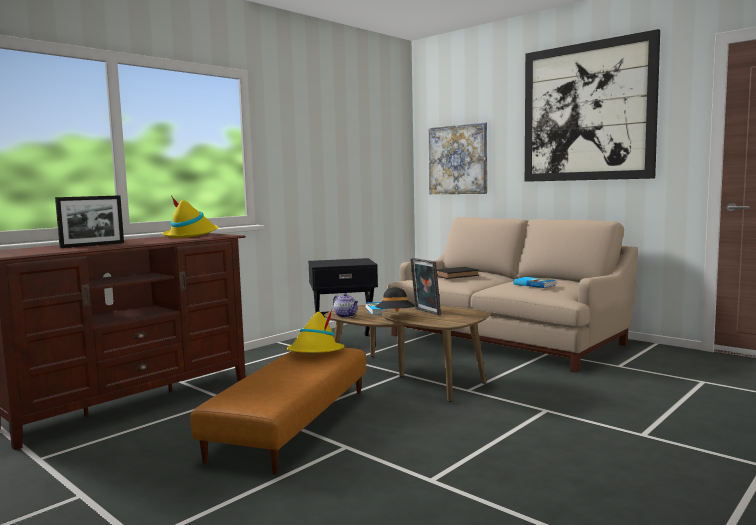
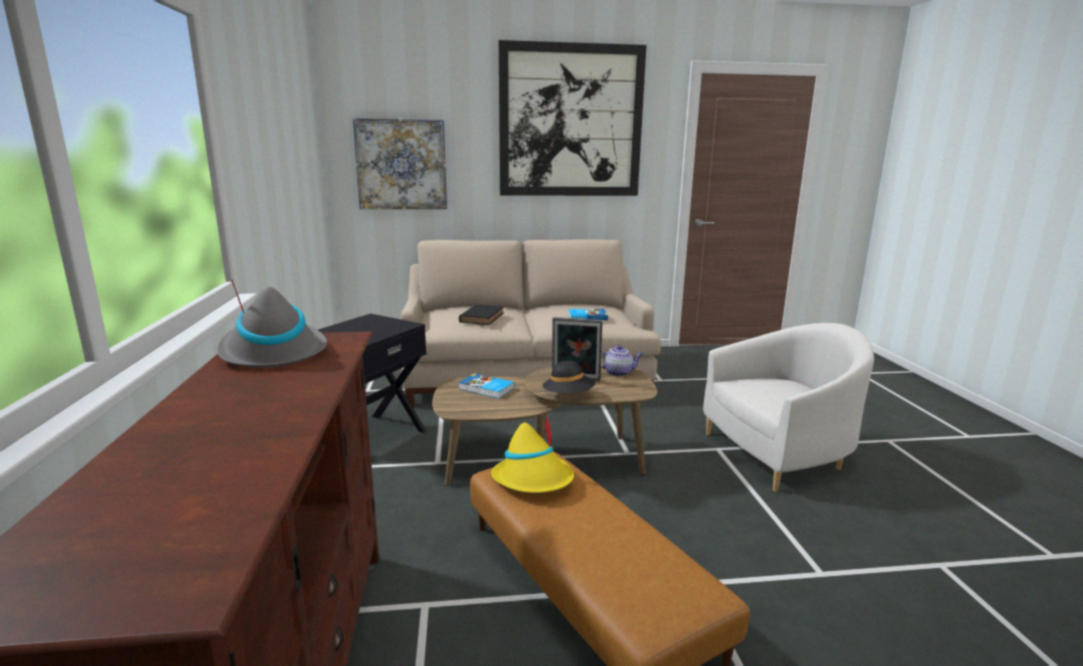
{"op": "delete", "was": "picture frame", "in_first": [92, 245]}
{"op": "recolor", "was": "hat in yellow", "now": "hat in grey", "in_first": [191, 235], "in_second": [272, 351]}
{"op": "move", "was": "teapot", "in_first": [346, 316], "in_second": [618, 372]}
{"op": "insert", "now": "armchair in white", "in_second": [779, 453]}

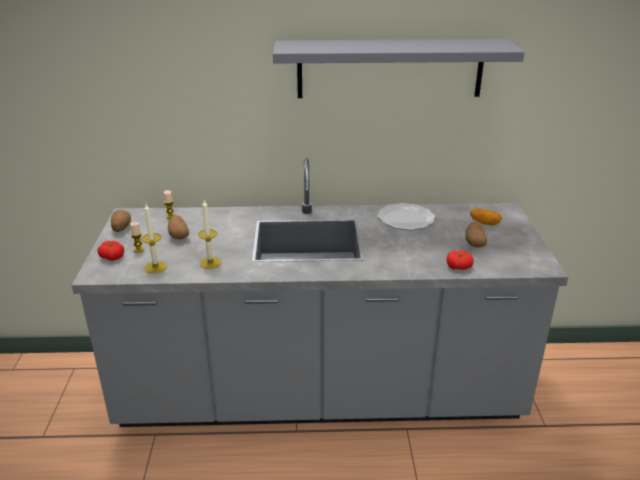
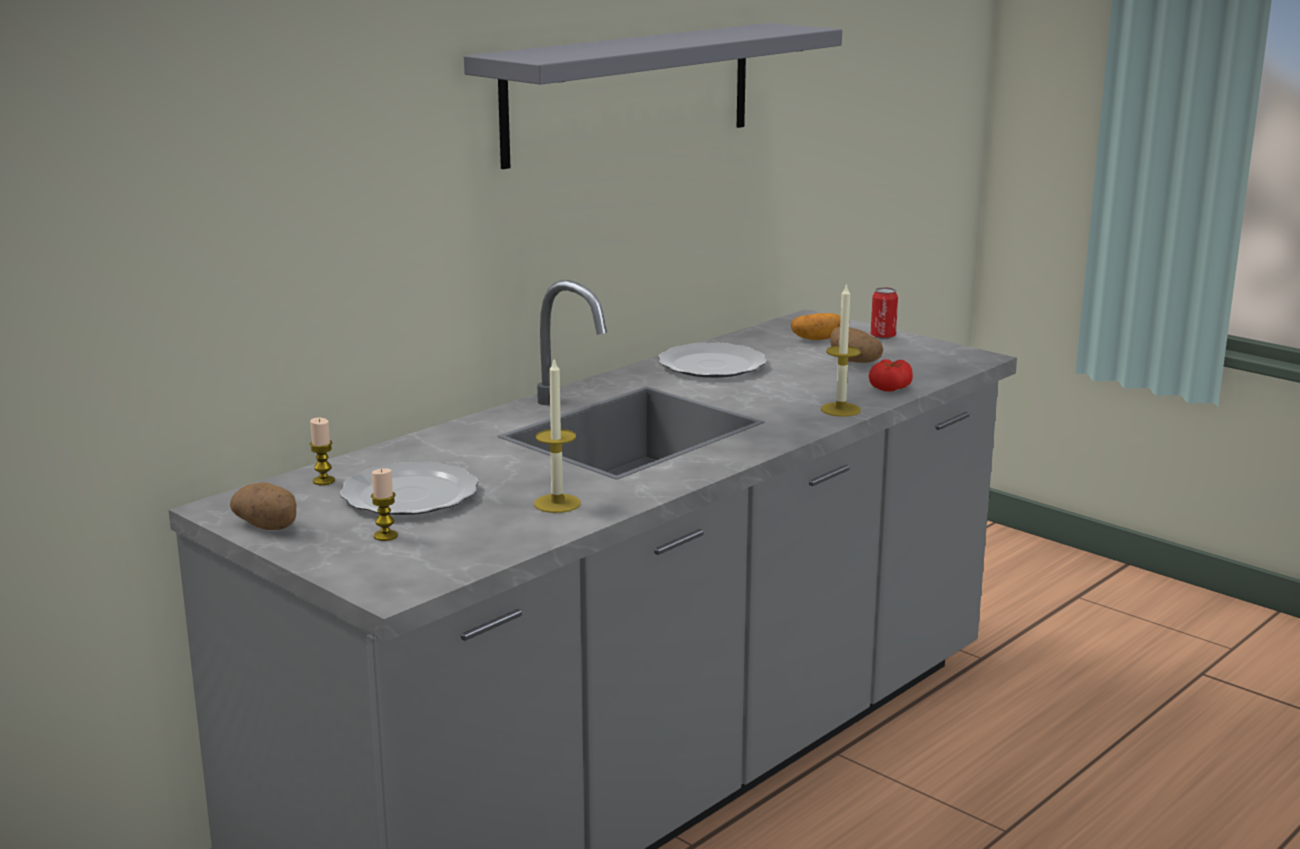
{"op": "delete", "was": "tomato", "in_first": [112, 256]}
{"op": "move", "was": "candle", "in_first": [155, 267], "in_second": [840, 409]}
{"op": "replace", "was": "potato", "now": "plate", "in_first": [178, 235], "in_second": [410, 496]}
{"op": "insert", "now": "can", "in_second": [883, 336]}

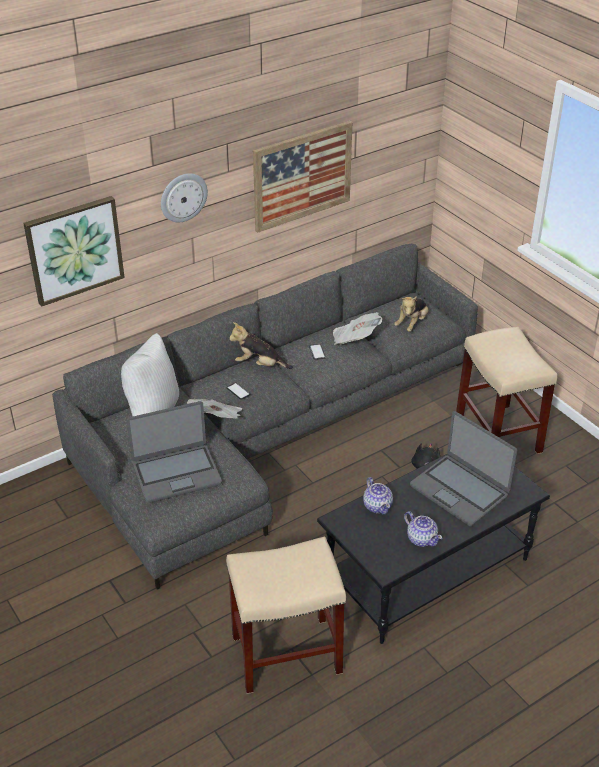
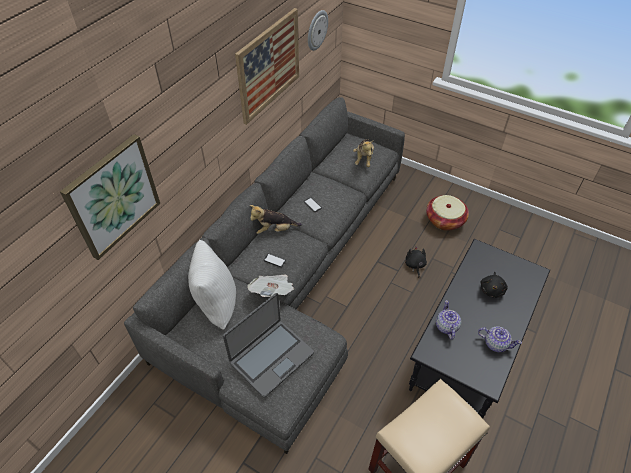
{"op": "move", "was": "wall clock", "in_first": [183, 197], "in_second": [316, 30]}
{"op": "delete", "was": "newspaper", "in_first": [355, 339]}
{"op": "rotate", "was": "teapot", "in_first": [377, 506], "in_second": [446, 327], "clockwise": -135}
{"op": "replace", "was": "laptop", "now": "plush toy in black", "in_first": [459, 490], "in_second": [492, 289]}
{"op": "replace", "was": "stool in beige", "now": "basket", "in_first": [499, 434], "in_second": [445, 220]}

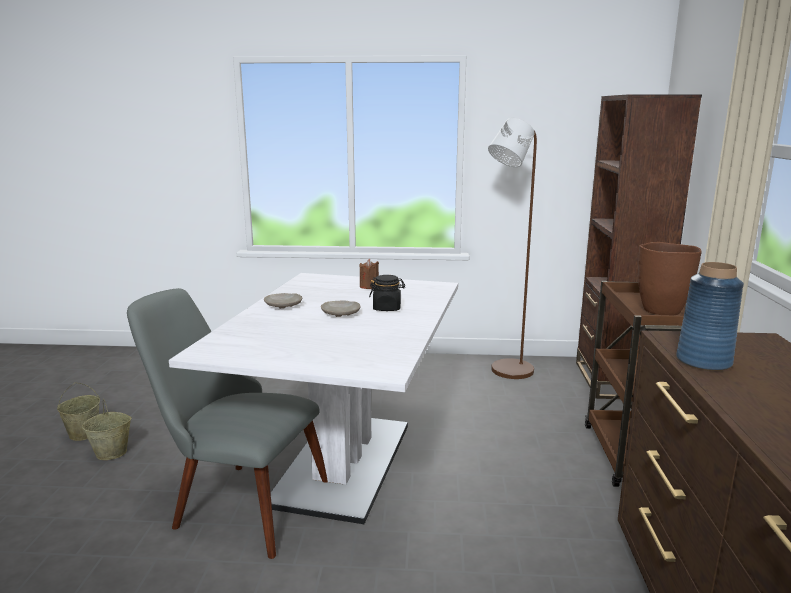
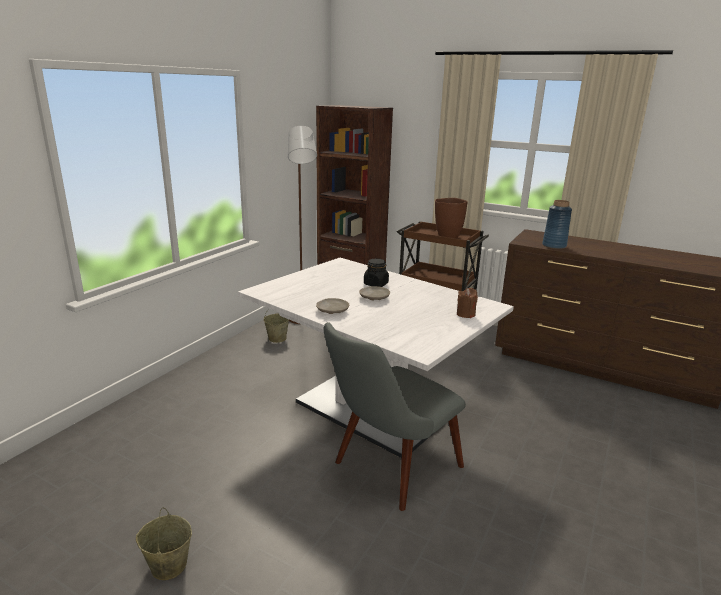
{"op": "move", "was": "bucket in beige", "in_first": [112, 452], "in_second": [277, 338]}
{"op": "move", "was": "candle in brown", "in_first": [369, 286], "in_second": [465, 314]}

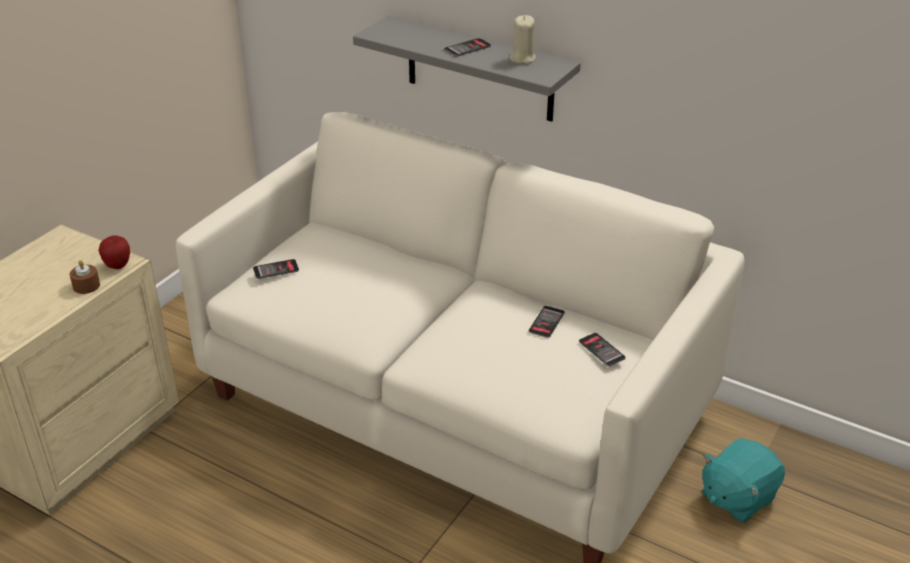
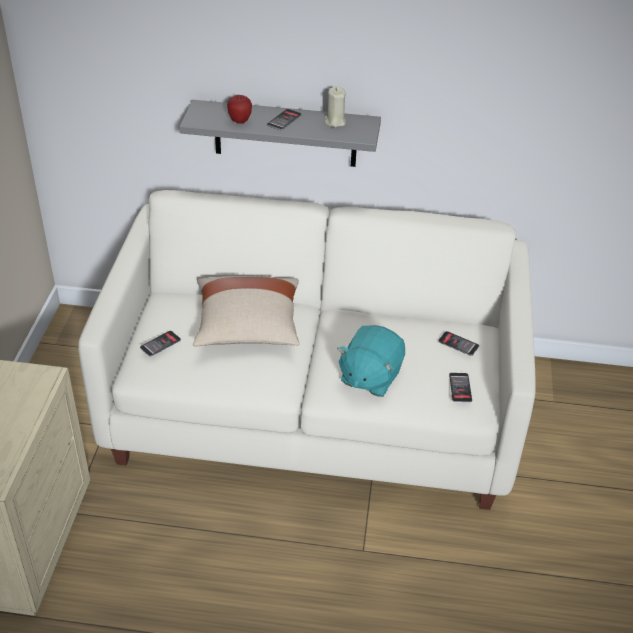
{"op": "delete", "was": "candle in brown", "in_first": [86, 286]}
{"op": "move", "was": "apple", "in_first": [118, 266], "in_second": [240, 121]}
{"op": "move", "was": "phone", "in_first": [546, 322], "in_second": [460, 388]}
{"op": "move", "was": "plush toy in turquoise", "in_first": [737, 497], "in_second": [370, 377]}
{"op": "insert", "now": "pillow in beige", "in_second": [247, 327]}

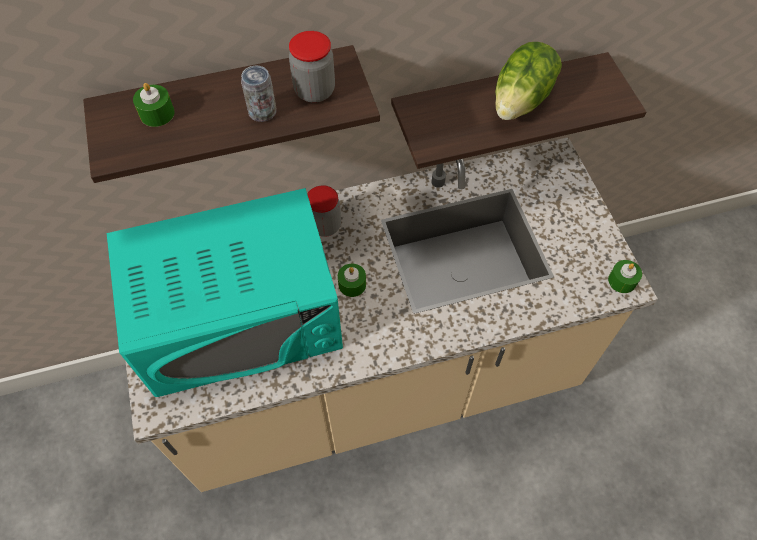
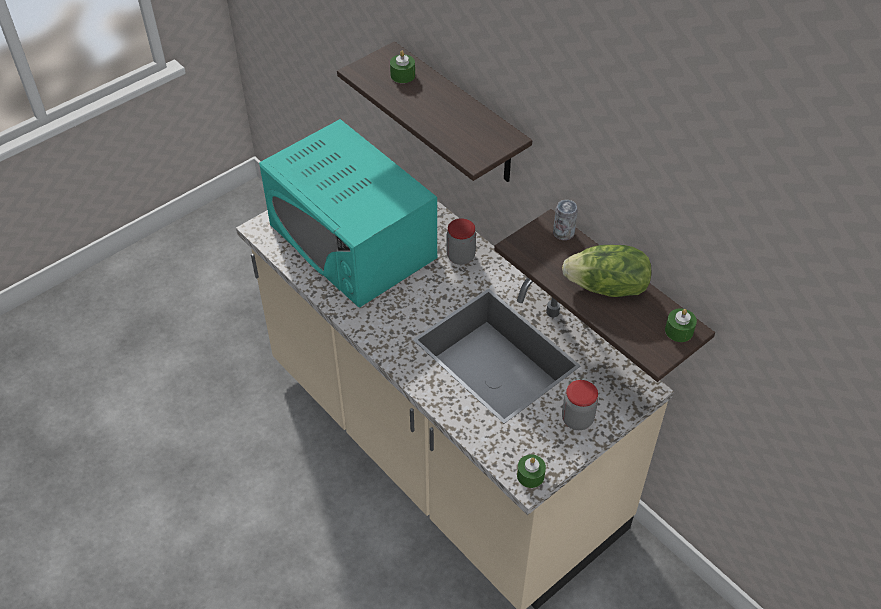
{"op": "move", "was": "can", "in_first": [262, 112], "in_second": [563, 233]}
{"op": "move", "was": "jar", "in_first": [314, 91], "in_second": [577, 419]}
{"op": "move", "was": "candle in green", "in_first": [352, 284], "in_second": [679, 331]}

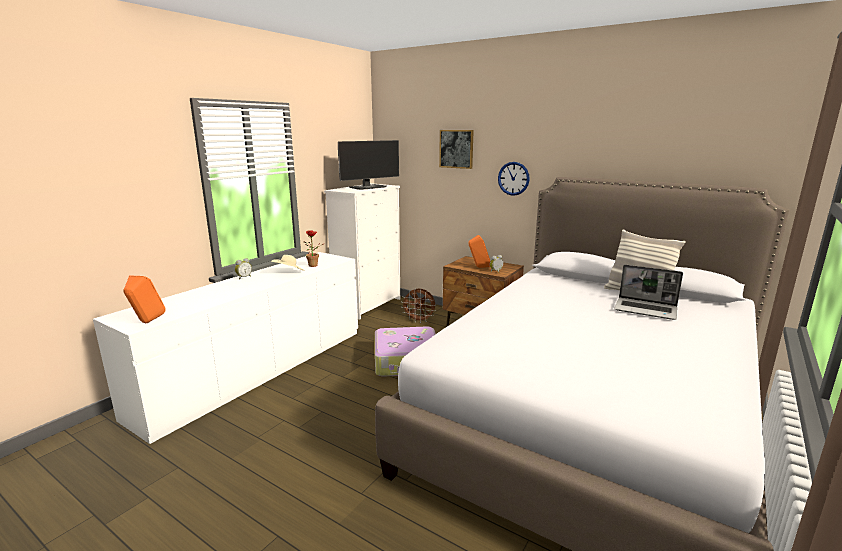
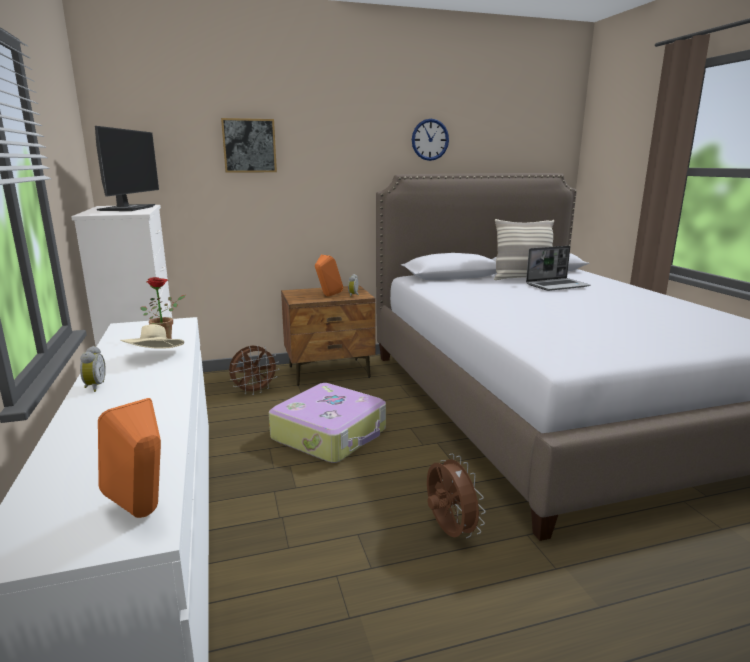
{"op": "move", "was": "wall clock", "in_first": [513, 178], "in_second": [430, 139]}
{"op": "insert", "now": "fan in brown", "in_second": [449, 532]}

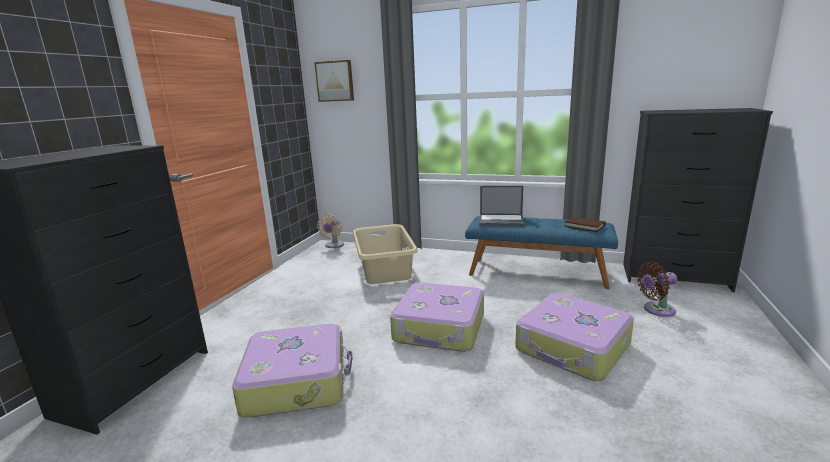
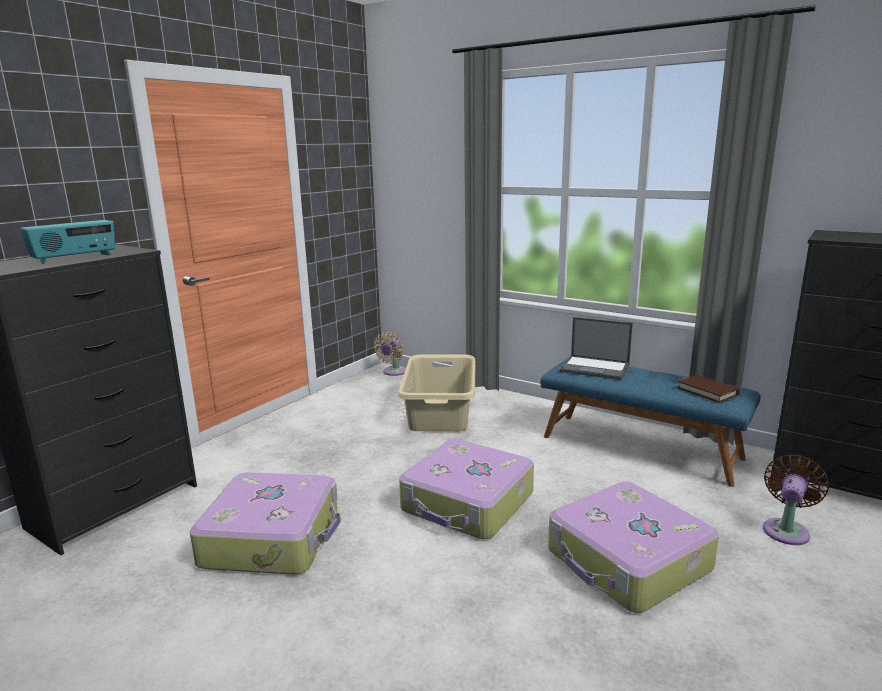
{"op": "delete", "was": "picture", "in_first": [335, 81]}
{"op": "rotate", "was": "fan in brown", "in_first": [656, 310], "in_second": [786, 529], "clockwise": 120}
{"op": "insert", "now": "radio", "in_second": [75, 258]}

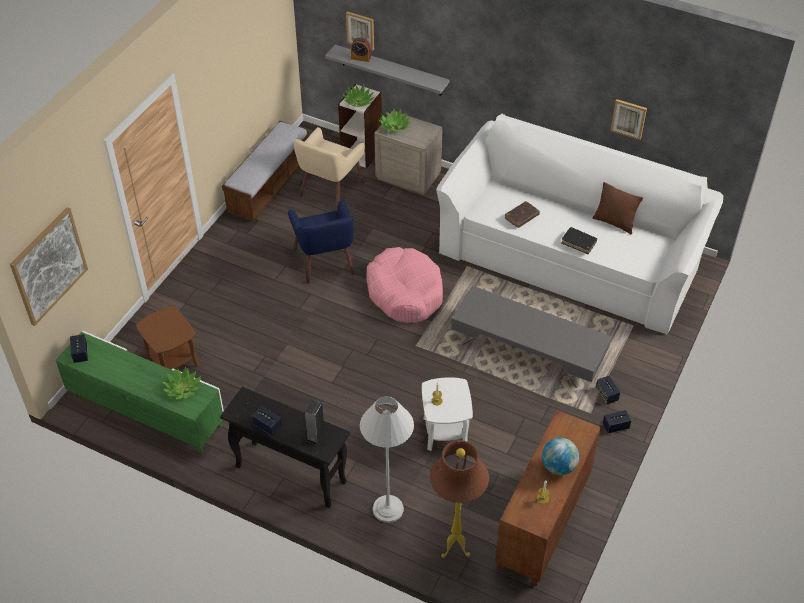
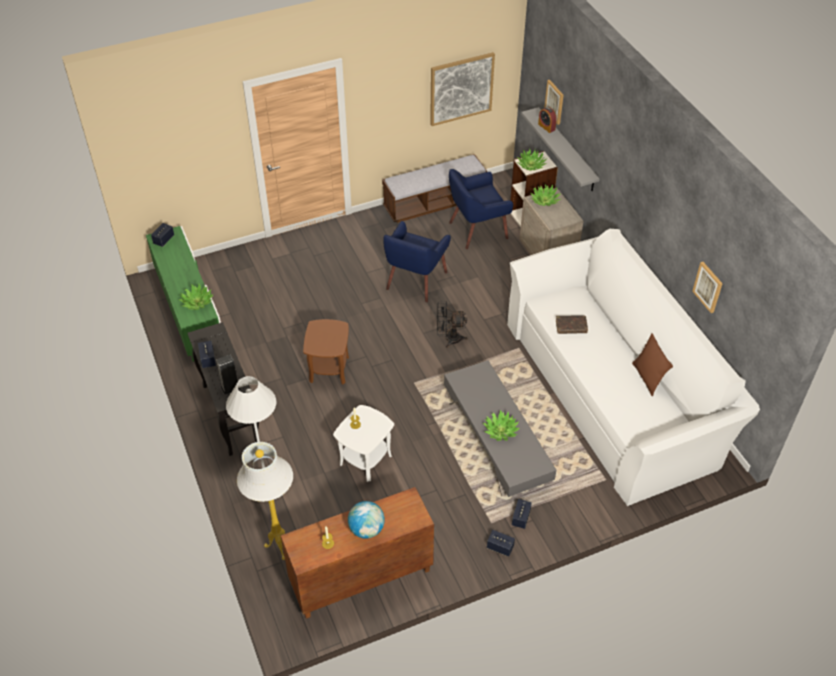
{"op": "move", "was": "picture", "in_first": [49, 266], "in_second": [461, 88]}
{"op": "move", "was": "side table in brown", "in_first": [173, 362], "in_second": [329, 369]}
{"op": "recolor", "was": "armchair in beige", "now": "armchair in blue", "in_first": [330, 189], "in_second": [477, 230]}
{"op": "replace", "was": "dog bed in pink", "now": "fan in black", "in_first": [405, 292], "in_second": [449, 339]}
{"op": "recolor", "was": "floor lamp in brown", "now": "floor lamp in white", "in_first": [454, 550], "in_second": [278, 548]}
{"op": "delete", "was": "book in black", "in_first": [578, 243]}
{"op": "insert", "now": "potted plant", "in_second": [500, 431]}

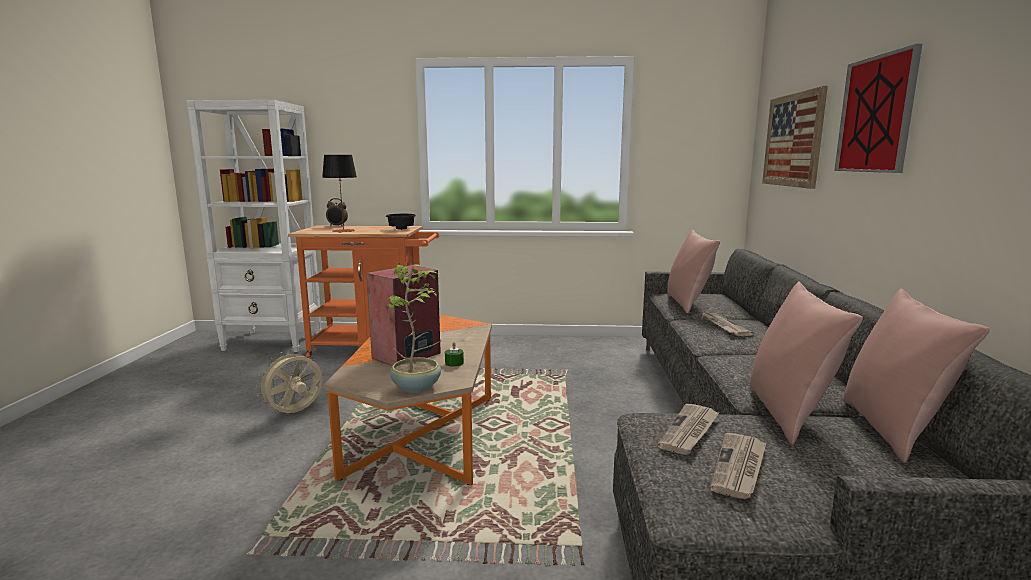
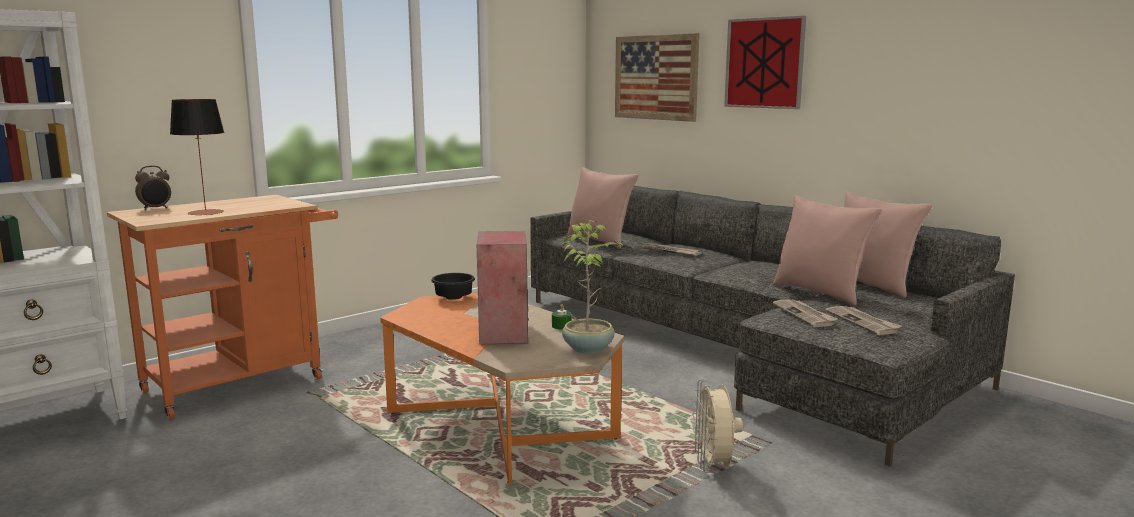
{"op": "move", "was": "fan in beige", "in_first": [295, 413], "in_second": [713, 467]}
{"op": "move", "was": "bowl in black", "in_first": [401, 229], "in_second": [454, 298]}

